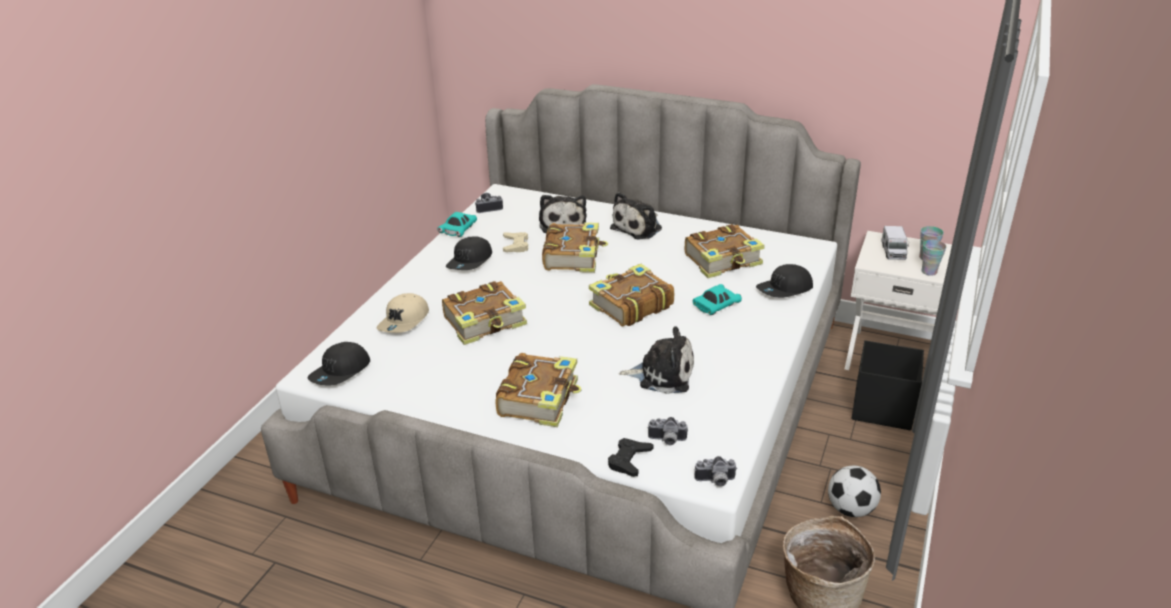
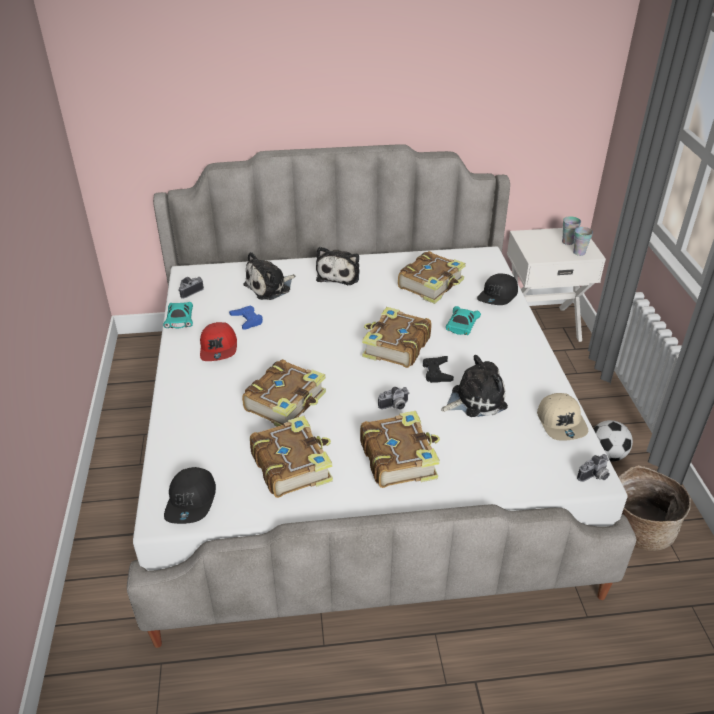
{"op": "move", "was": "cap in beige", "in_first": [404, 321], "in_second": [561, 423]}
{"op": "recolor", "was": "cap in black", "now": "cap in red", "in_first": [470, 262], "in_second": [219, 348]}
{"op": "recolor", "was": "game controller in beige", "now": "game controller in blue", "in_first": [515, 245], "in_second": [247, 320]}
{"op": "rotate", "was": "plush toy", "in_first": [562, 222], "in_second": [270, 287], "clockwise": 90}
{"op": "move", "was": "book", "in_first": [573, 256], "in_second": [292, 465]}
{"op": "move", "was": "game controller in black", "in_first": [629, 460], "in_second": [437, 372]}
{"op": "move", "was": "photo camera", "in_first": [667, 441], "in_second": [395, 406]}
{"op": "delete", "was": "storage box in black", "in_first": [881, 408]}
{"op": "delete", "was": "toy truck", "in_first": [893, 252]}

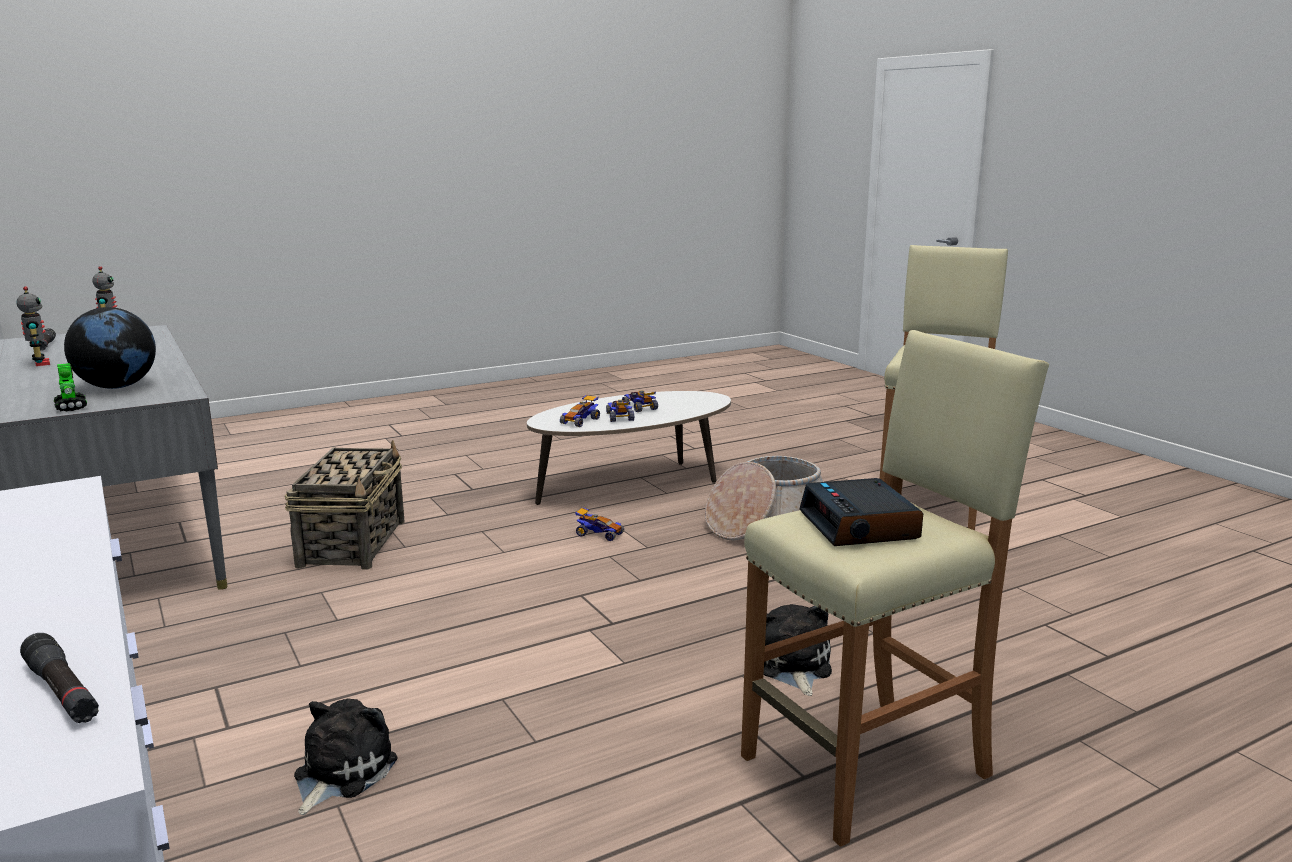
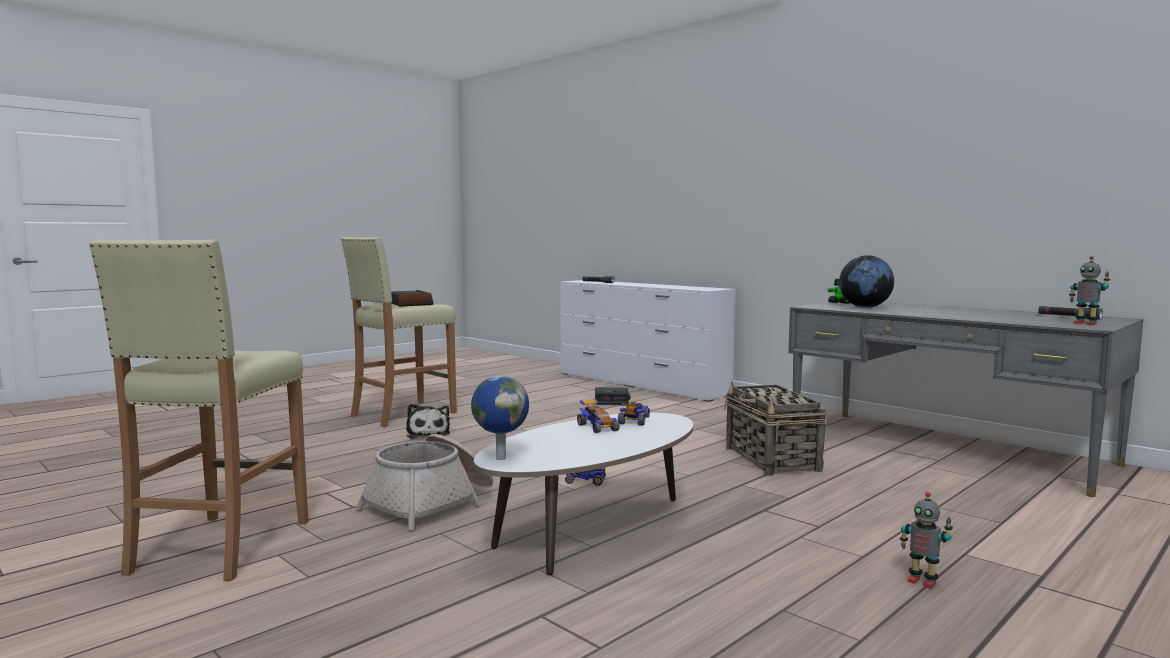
{"op": "move", "was": "toy robot", "in_first": [40, 363], "in_second": [922, 581]}
{"op": "replace", "was": "plush toy", "now": "alarm clock", "in_first": [340, 772], "in_second": [612, 401]}
{"op": "delete", "was": "toy car", "in_first": [640, 407]}
{"op": "insert", "now": "globe", "in_second": [500, 458]}

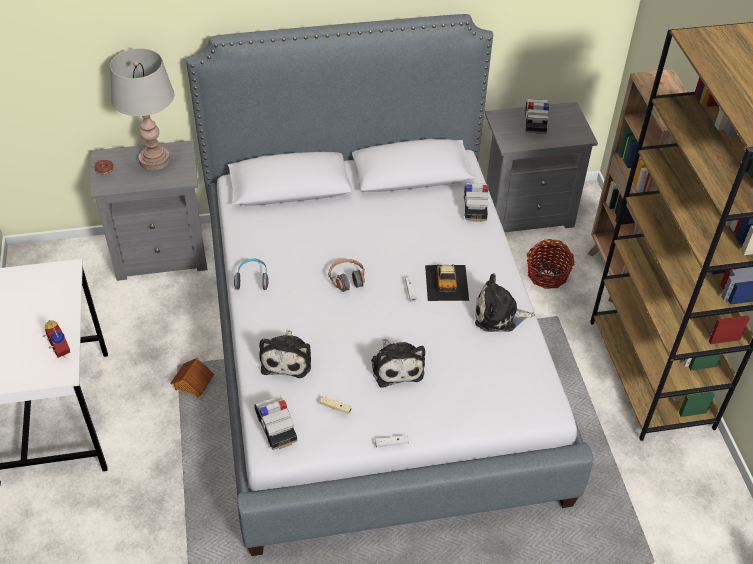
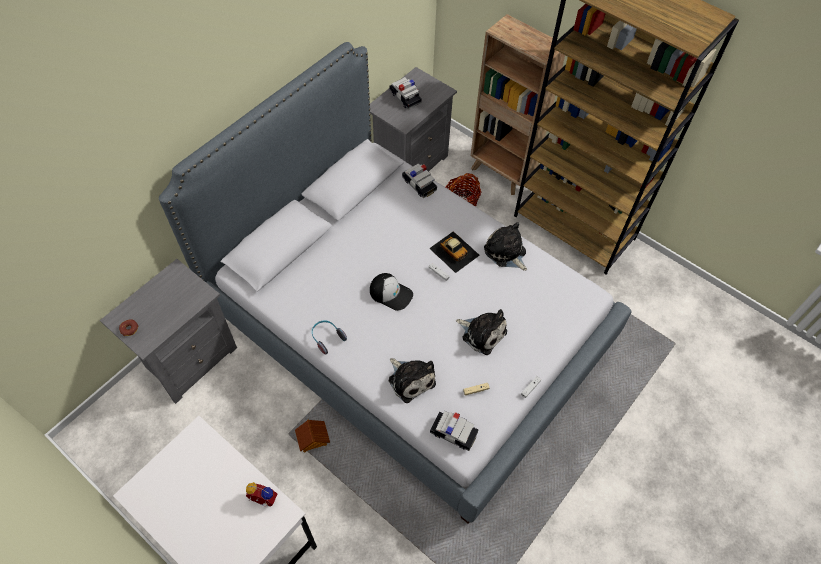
{"op": "delete", "was": "table lamp in grey", "in_first": [154, 160]}
{"op": "replace", "was": "headphones", "now": "cap", "in_first": [347, 279], "in_second": [391, 293]}
{"op": "rotate", "was": "plush toy", "in_first": [499, 315], "in_second": [506, 253], "clockwise": 90}

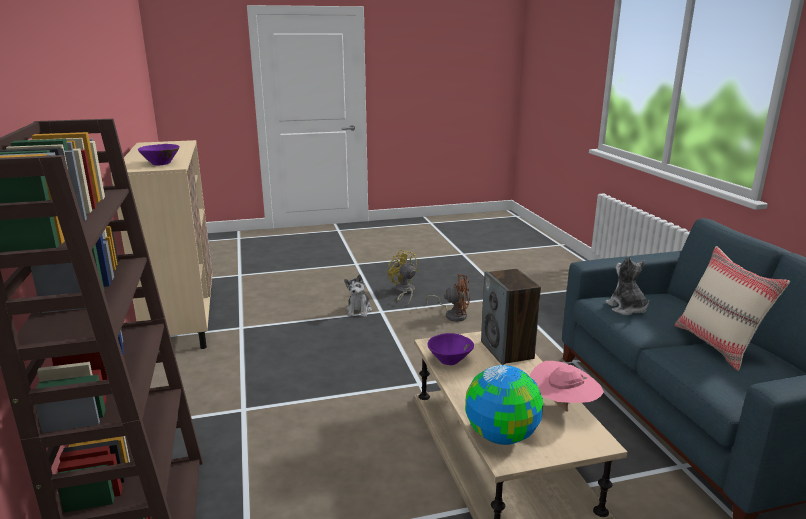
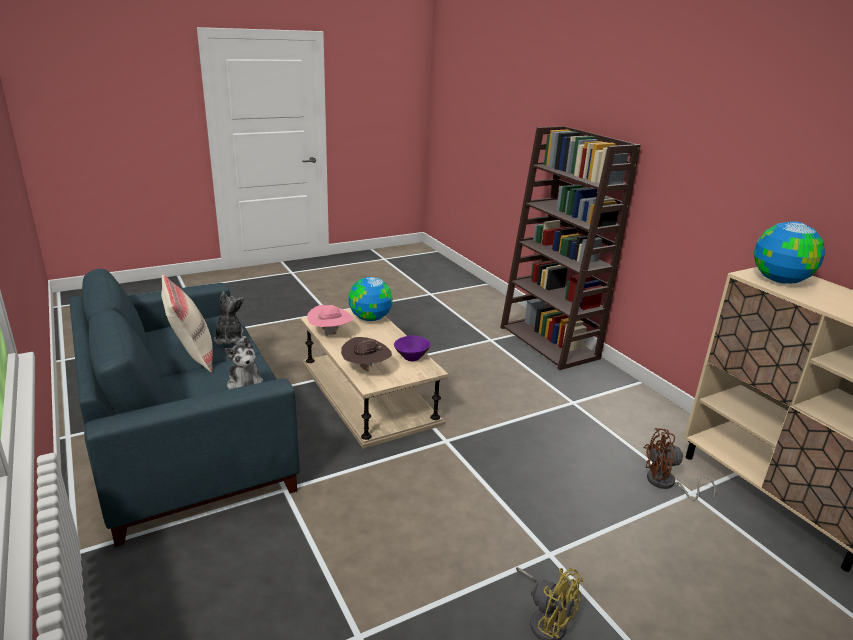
{"op": "replace", "was": "bowl in purple", "now": "globe", "in_first": [161, 163], "in_second": [779, 280]}
{"op": "move", "was": "plush toy", "in_first": [359, 310], "in_second": [230, 339]}
{"op": "move", "was": "fan in brown", "in_first": [453, 315], "in_second": [666, 484]}
{"op": "replace", "was": "speaker", "now": "hat in brown", "in_first": [507, 350], "in_second": [366, 370]}

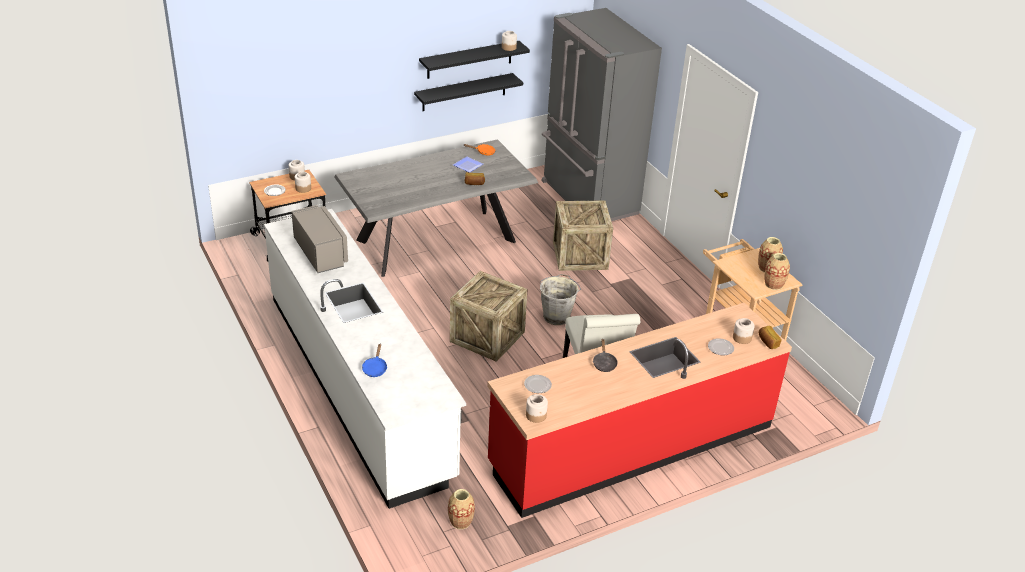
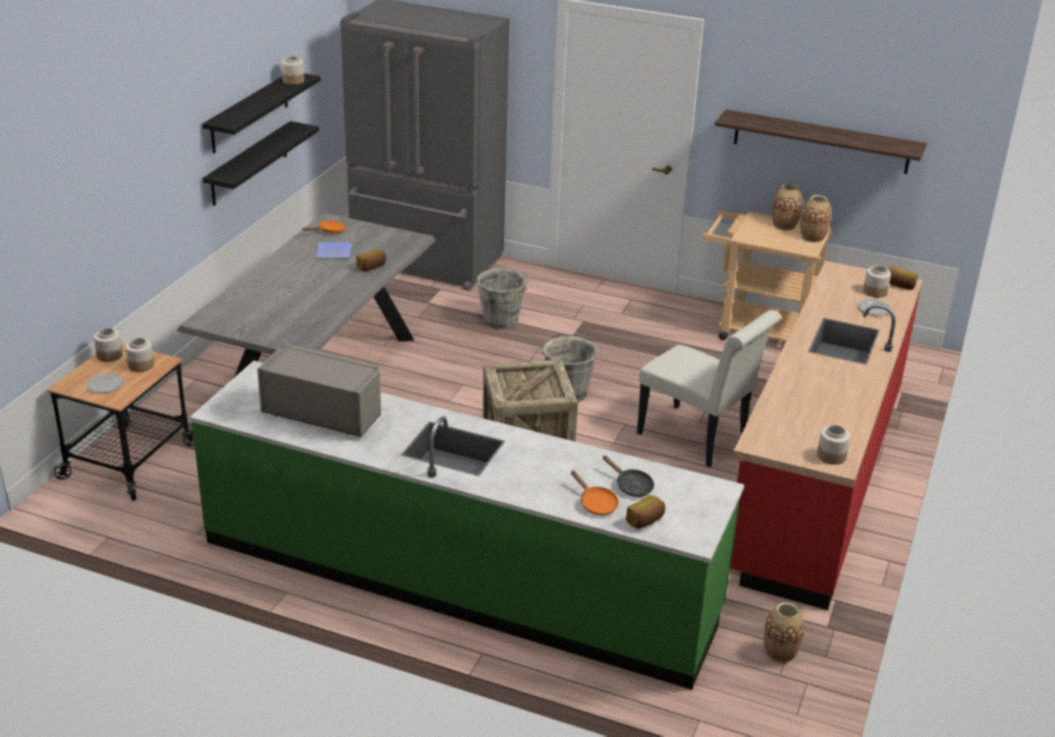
{"op": "recolor", "was": "counter in white", "now": "counter in green", "in_first": [359, 383], "in_second": [459, 577]}
{"op": "recolor", "was": "frying pan in blue", "now": "frying pan in orange", "in_first": [375, 368], "in_second": [596, 503]}
{"op": "delete", "was": "plate", "in_first": [538, 385]}
{"op": "replace", "was": "crate", "now": "bucket in grey", "in_first": [580, 255], "in_second": [501, 322]}
{"op": "move", "was": "frying pan in black", "in_first": [604, 363], "in_second": [631, 486]}
{"op": "insert", "now": "bread", "in_second": [645, 521]}
{"op": "insert", "now": "shelf", "in_second": [821, 142]}

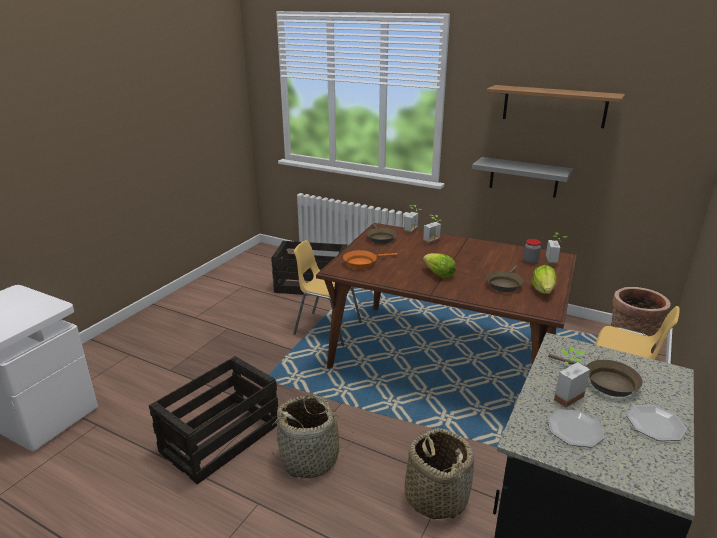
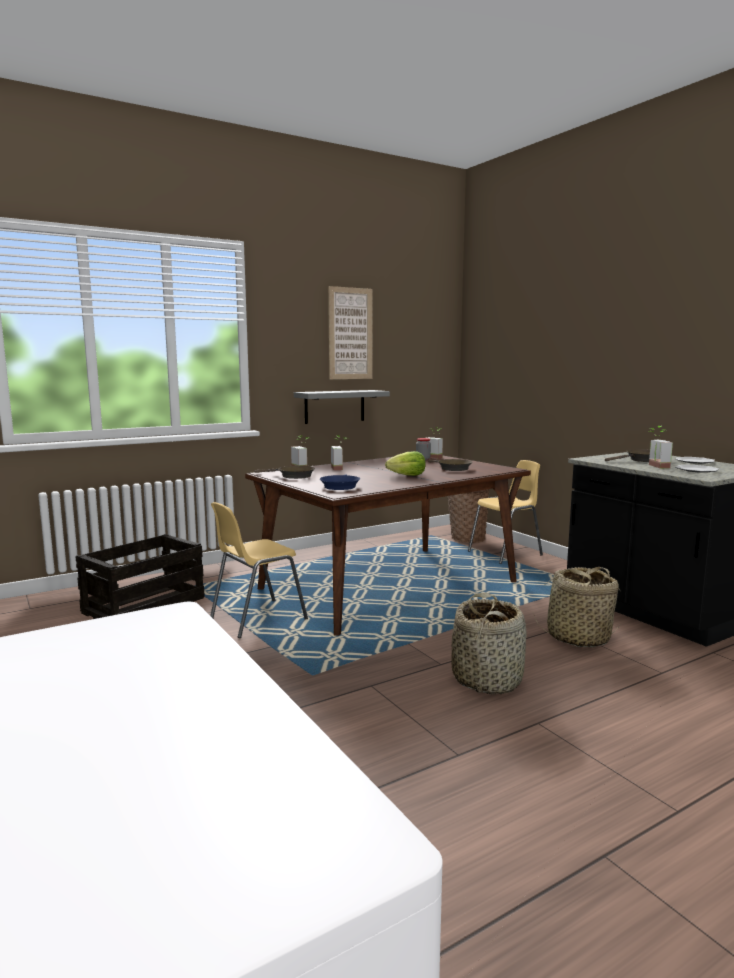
{"op": "delete", "was": "crate", "in_first": [221, 437]}
{"op": "recolor", "was": "frying pan in orange", "now": "frying pan in blue", "in_first": [362, 263], "in_second": [340, 486]}
{"op": "replace", "was": "shelf", "now": "picture", "in_first": [554, 106], "in_second": [350, 333]}
{"op": "delete", "was": "lettuce", "in_first": [543, 290]}

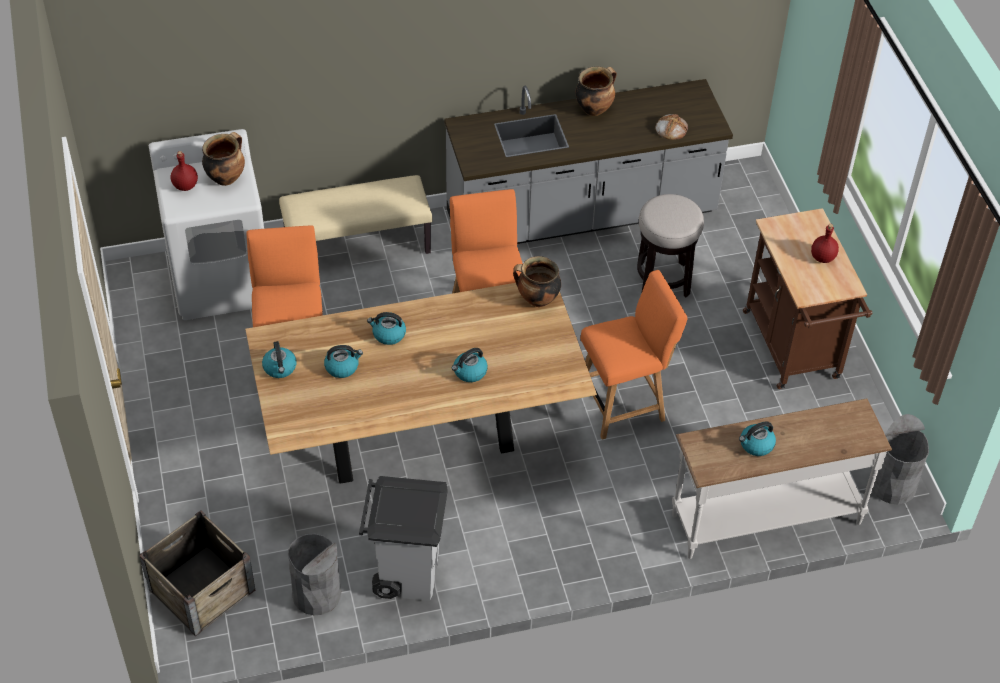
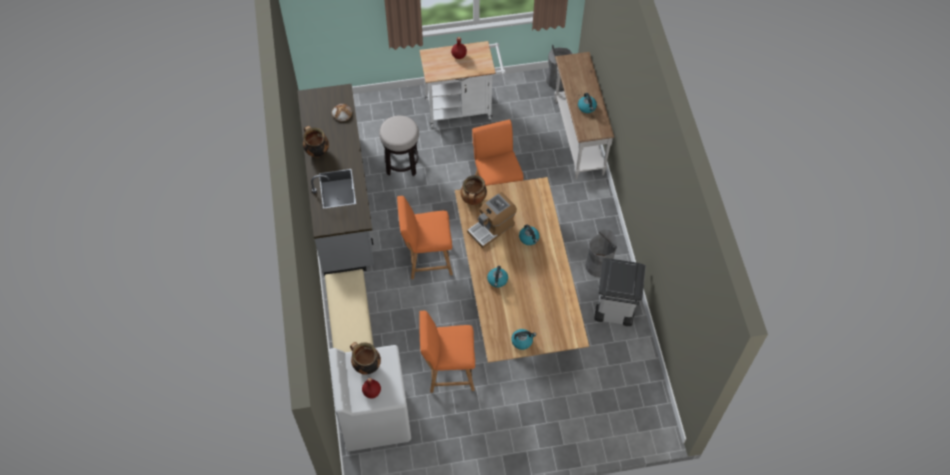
{"op": "delete", "was": "crate", "in_first": [201, 589]}
{"op": "move", "was": "trash can in grey", "in_first": [316, 594], "in_second": [598, 265]}
{"op": "delete", "was": "kettle", "in_first": [342, 367]}
{"op": "recolor", "was": "cart in brown", "now": "cart in white", "in_first": [794, 350], "in_second": [462, 107]}
{"op": "insert", "now": "coffee machine", "in_second": [492, 228]}

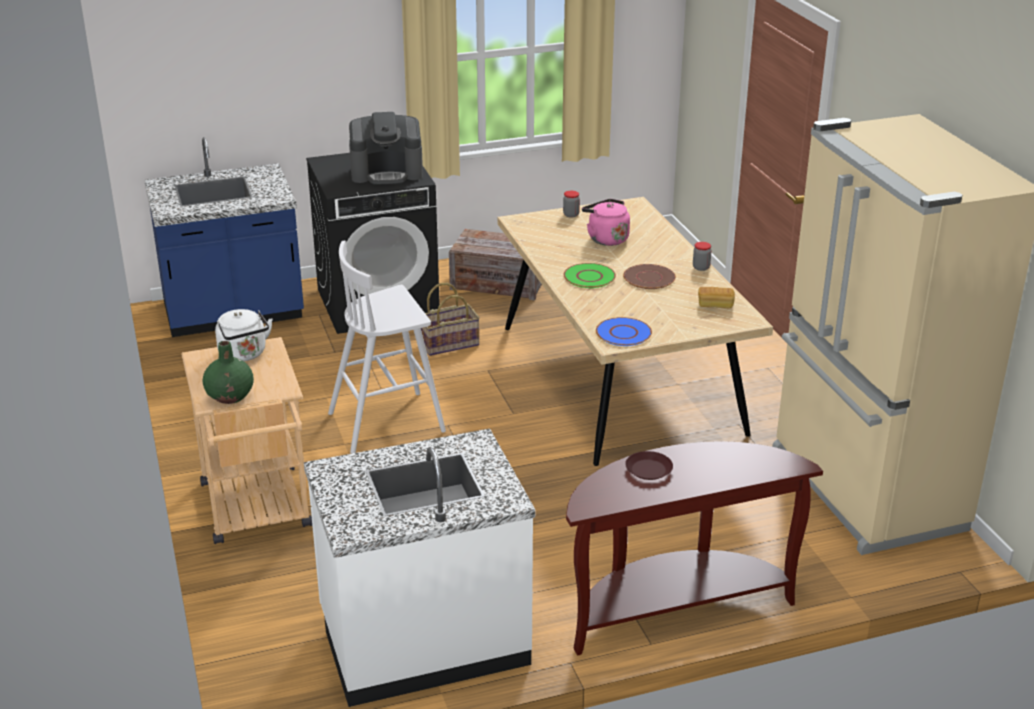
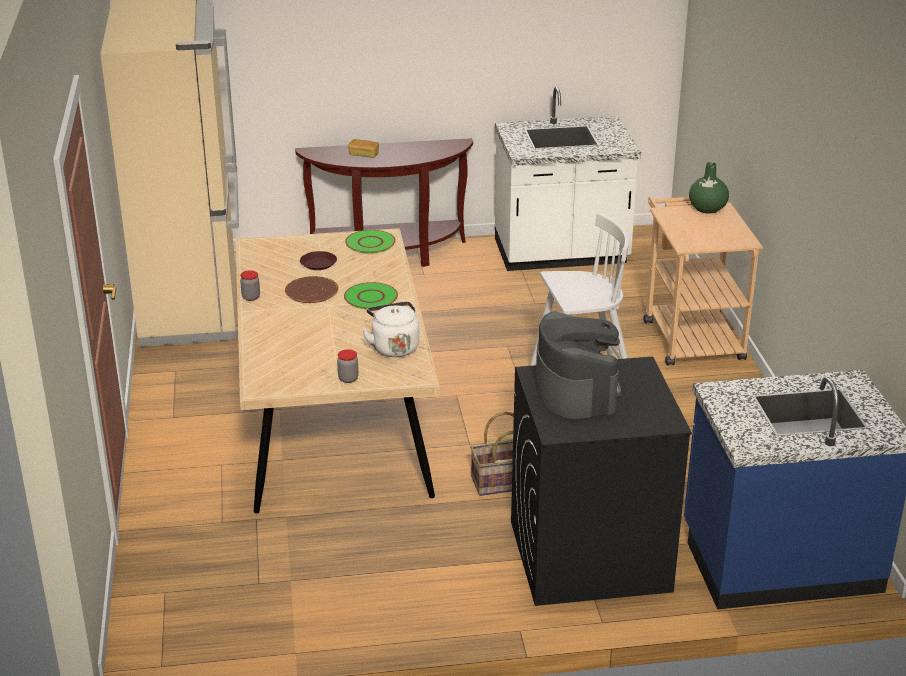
{"op": "move", "was": "kettle in white", "in_first": [244, 354], "in_second": [394, 347]}
{"op": "rotate", "was": "coffee machine", "in_first": [387, 172], "in_second": [576, 391], "clockwise": 75}
{"op": "delete", "was": "crate", "in_first": [499, 283]}
{"op": "delete", "was": "kettle in pink", "in_first": [606, 239]}
{"op": "recolor", "was": "plate in blue", "now": "plate in green", "in_first": [624, 333], "in_second": [370, 243]}
{"op": "move", "was": "plate in brown", "in_first": [649, 469], "in_second": [318, 264]}
{"op": "move", "was": "bread", "in_first": [715, 305], "in_second": [364, 155]}

